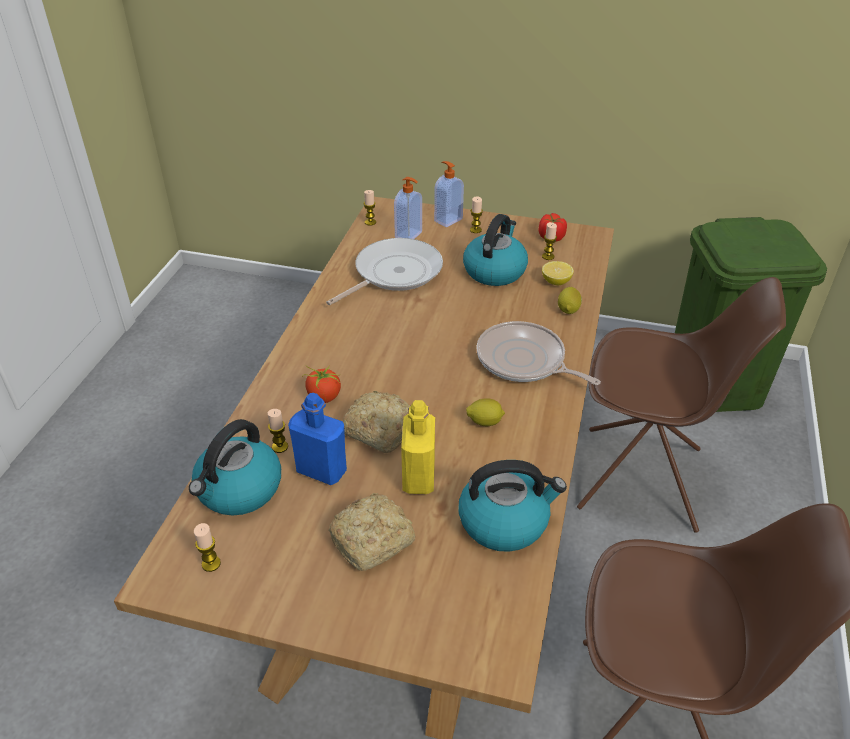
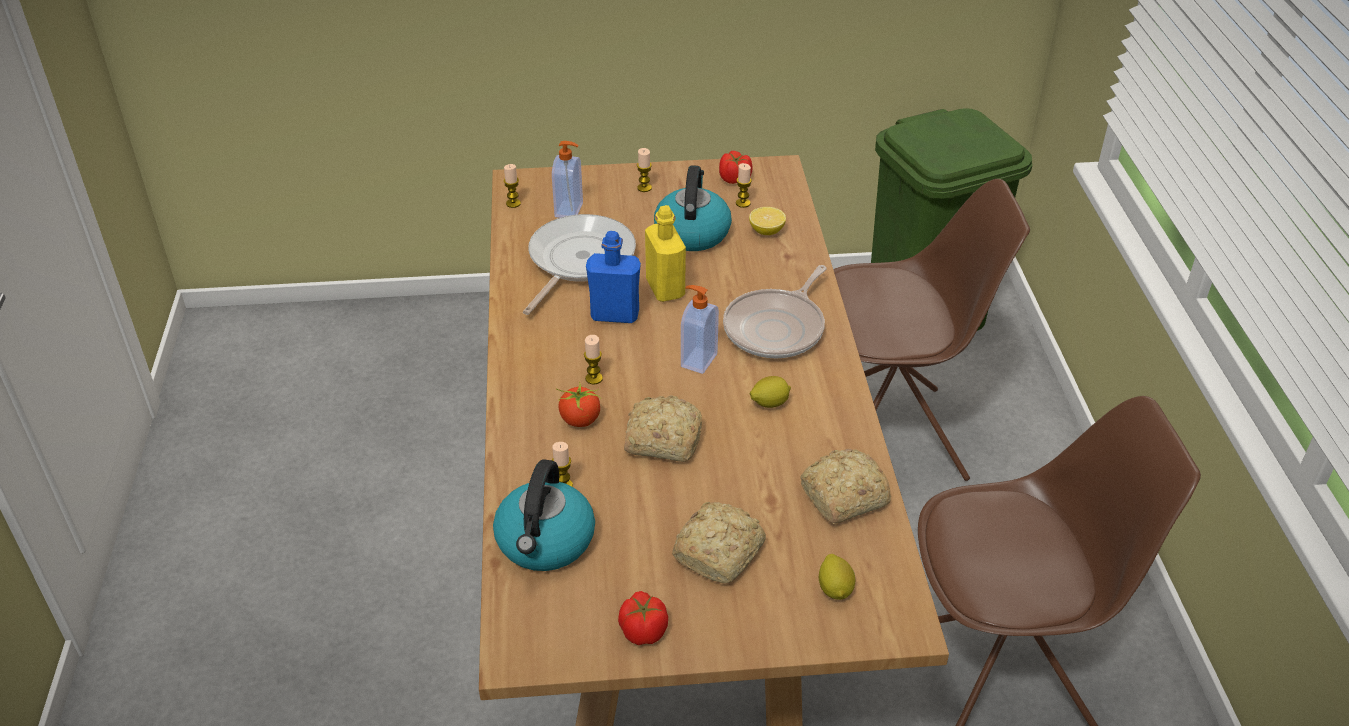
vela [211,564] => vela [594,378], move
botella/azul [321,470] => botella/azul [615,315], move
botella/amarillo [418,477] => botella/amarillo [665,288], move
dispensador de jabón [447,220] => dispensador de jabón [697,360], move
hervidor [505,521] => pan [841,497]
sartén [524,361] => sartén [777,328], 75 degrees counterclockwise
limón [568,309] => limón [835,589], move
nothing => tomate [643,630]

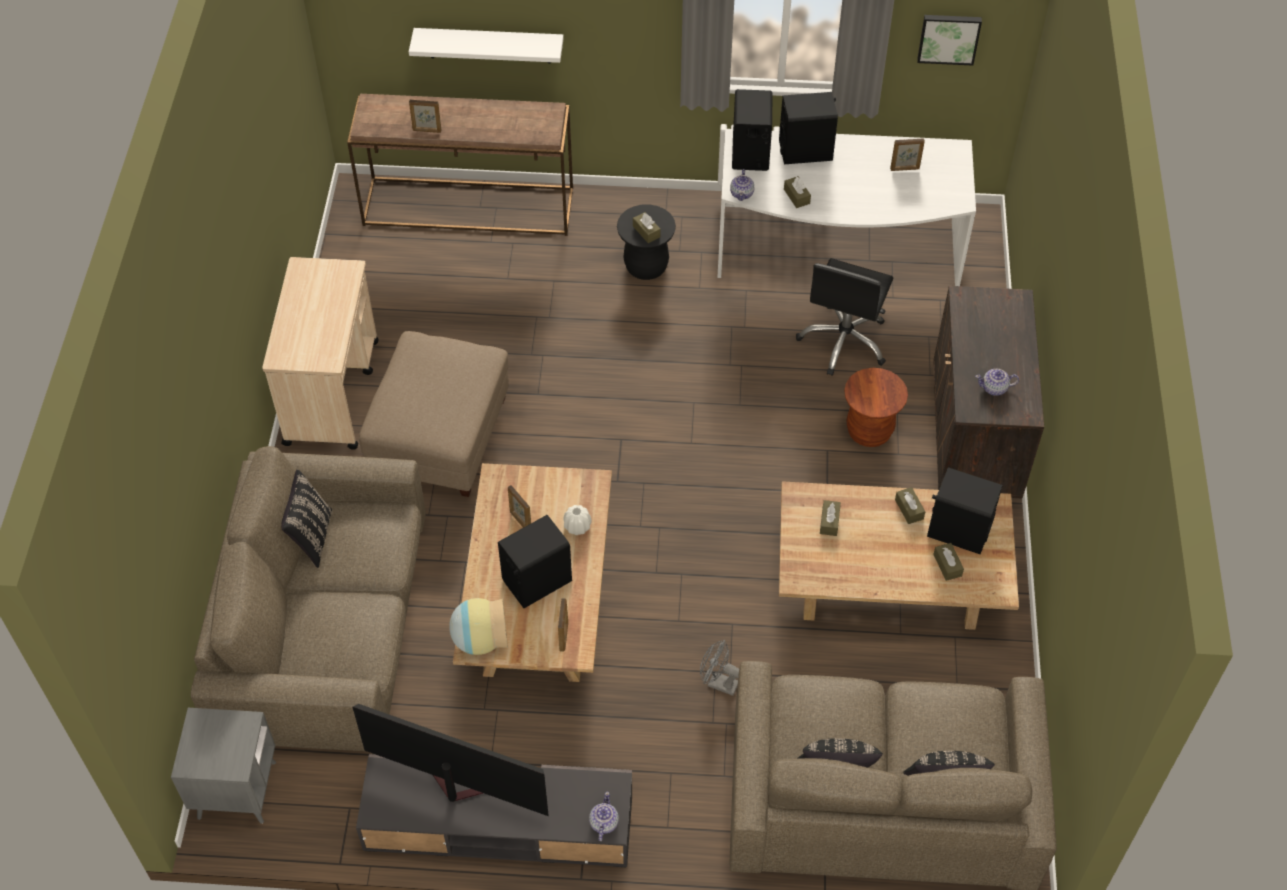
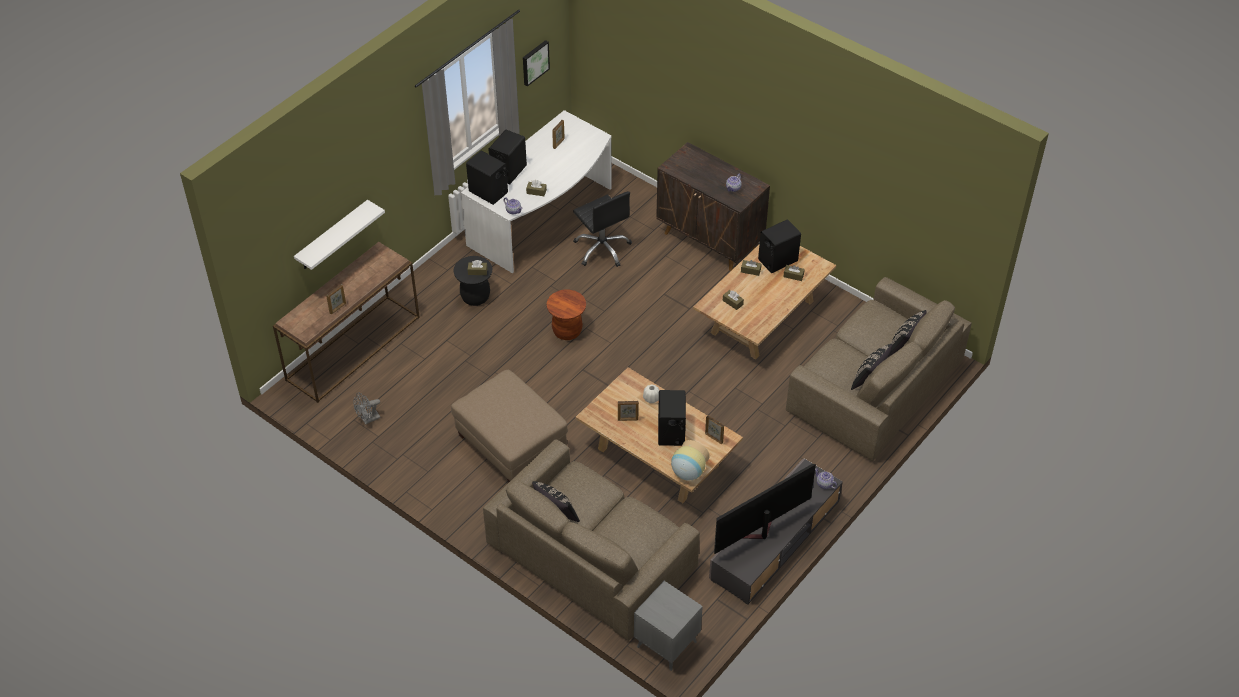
carrito/beis [332,391] => nothing
ventilador/gris [718,683] => ventilador/gris [368,419], move
taburete/marrón [869,431] => taburete/marrón [567,331], move

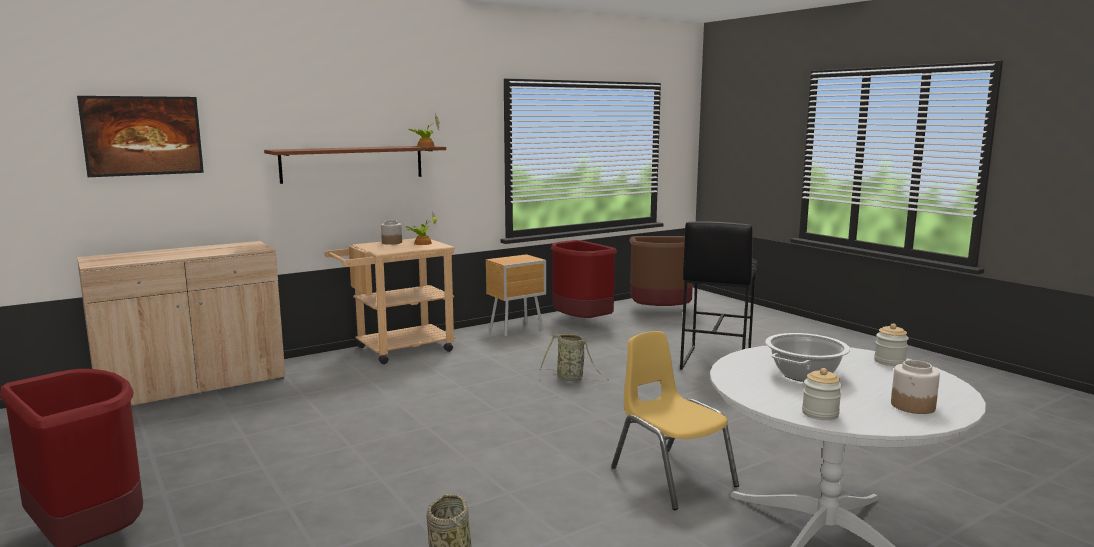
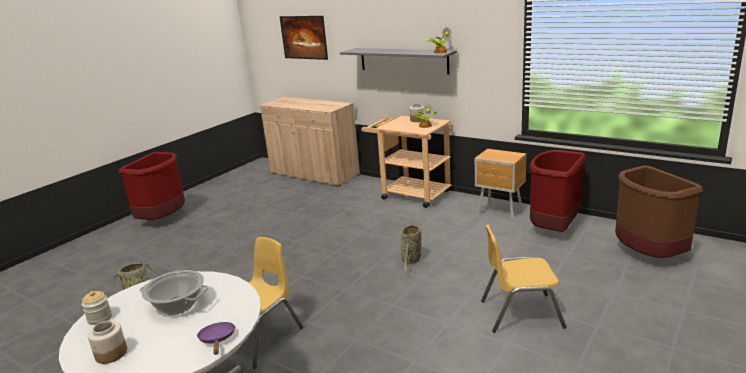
estante/marrón [353,163] => estante/gris [403,60]
taburete/negro [715,361] => silla/amarillo [520,313]
tarro [889,362] => sartén/morado [217,340]

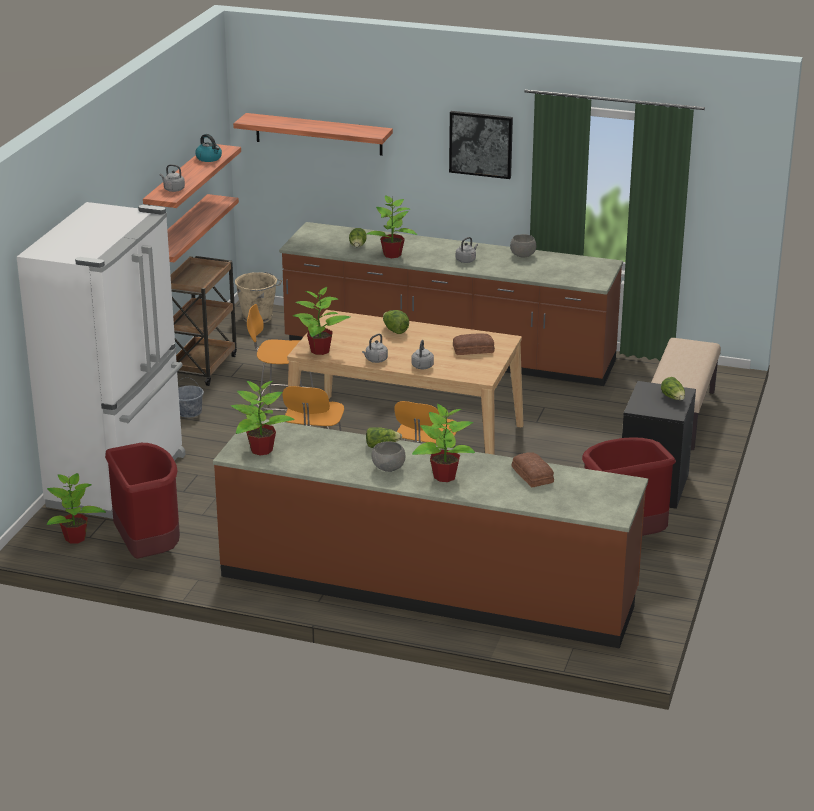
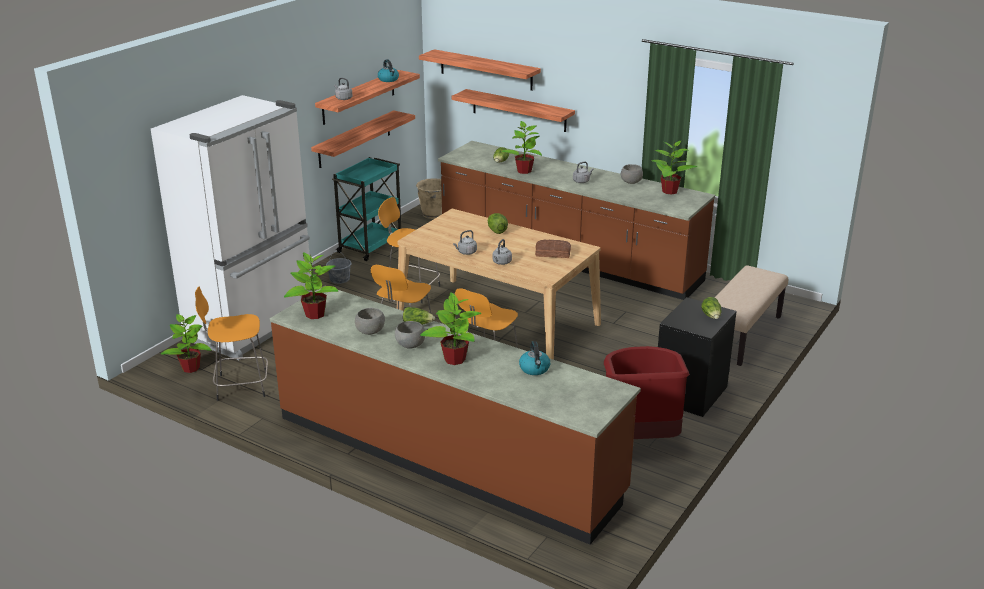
papelera/rojo [148,549] => taburete/naranja [239,386]
carrito/marrón [202,366] => carrito/turquesa [370,245]
planta en maceta [319,350] => planta en maceta [669,191], move
cuadro [481,144] => nothing
pan [533,474] => hervidor [534,369]
nothing => cuenco/gris [370,331]
nothing => estante [519,110]

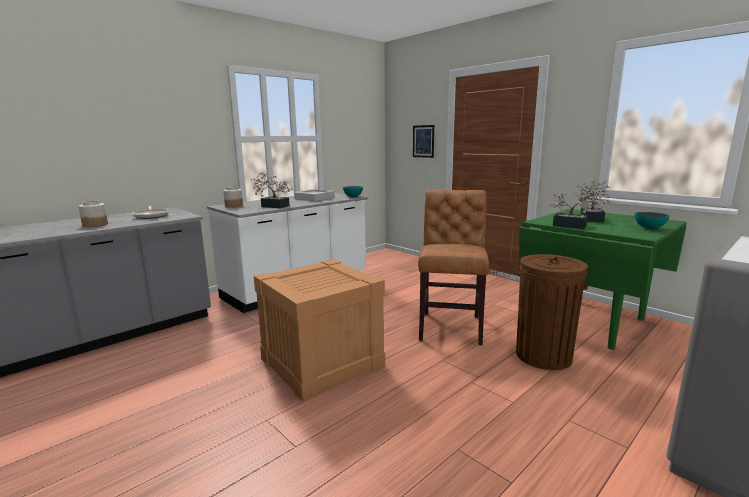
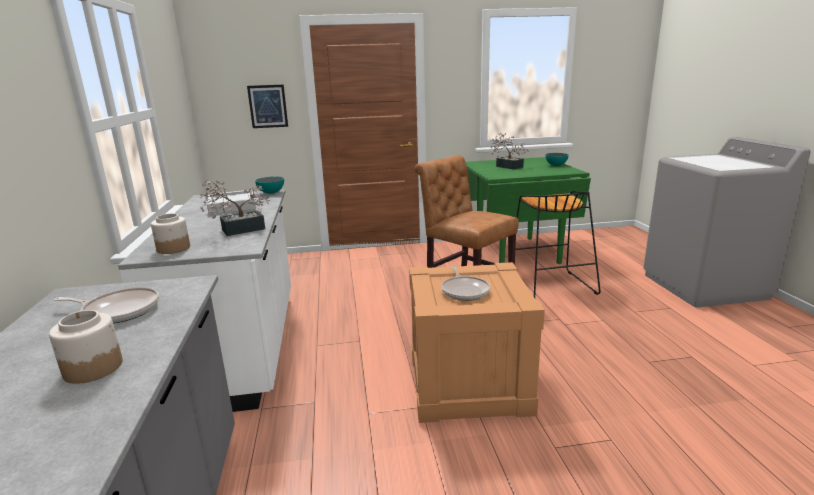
papelera/marrón [543,356] => taburete/negro [549,285]
planta en maceta [573,226] => nothing
nothing => sartén [464,291]

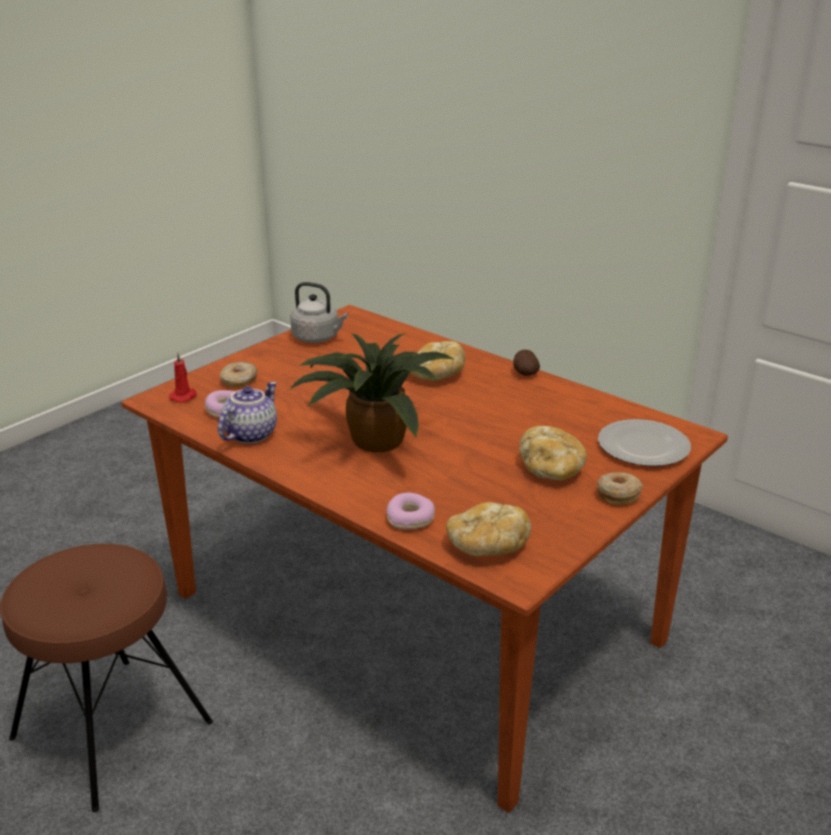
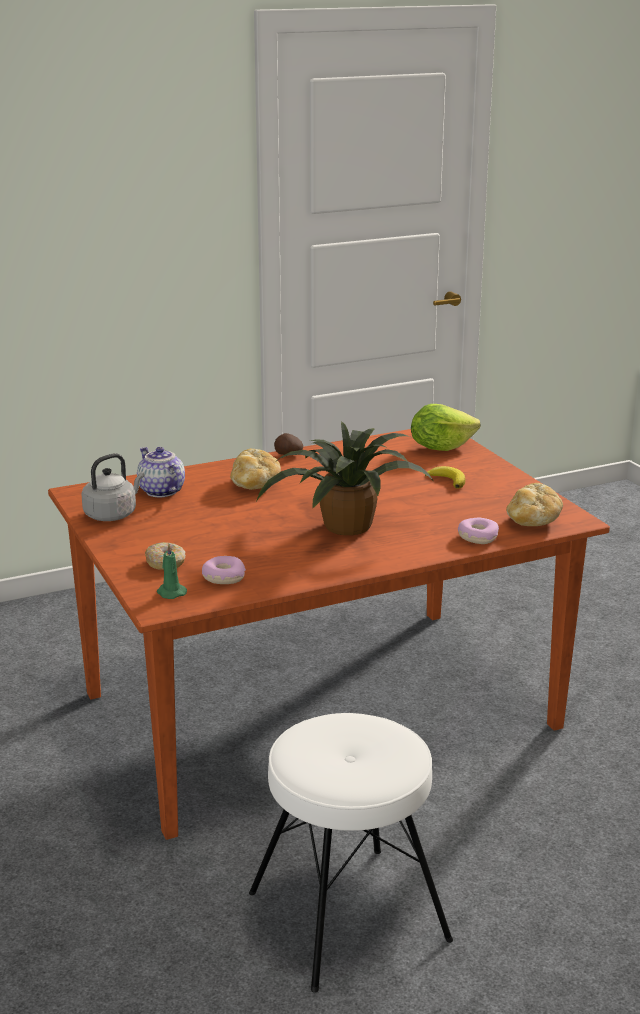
taburete/marrón [112,730] => taburete/blanco [348,916]
vela/rojo [184,396] => vela/verde [170,592]
tetera [250,434] => tetera [160,491], move
pan [551,469] => plátano [448,480]
rosquilla [618,494] => nothing
plato [643,446] => lechuga [440,447]

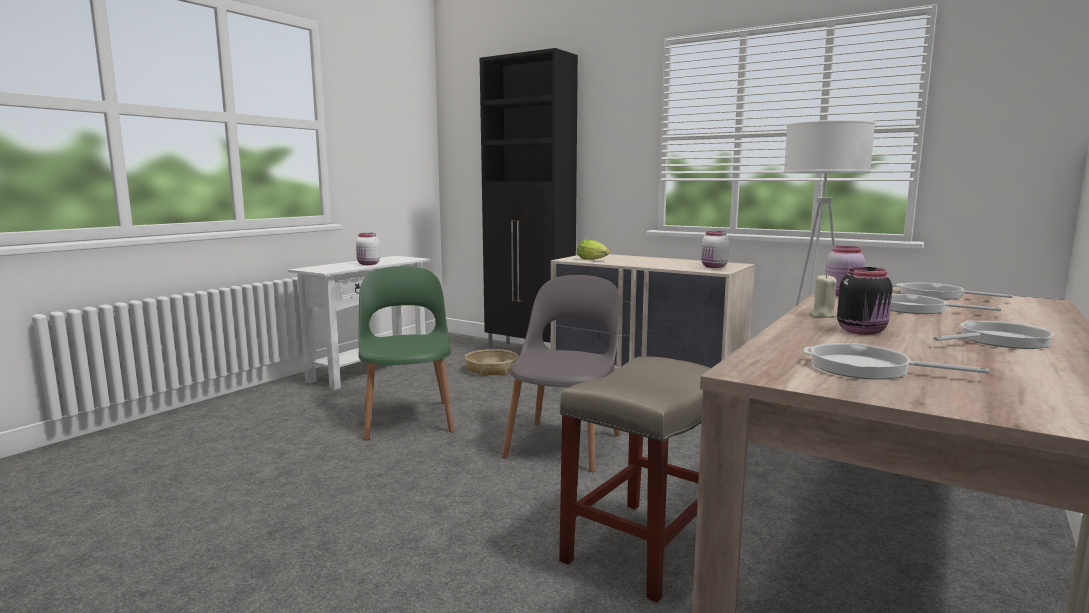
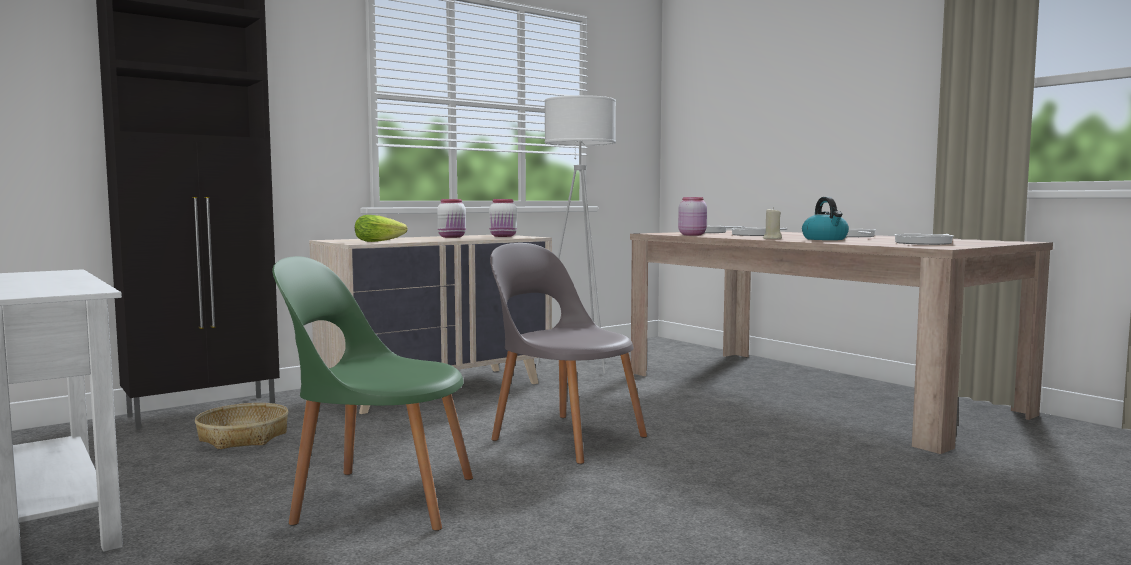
tarro/blanco [368,264] => tarro/blanco [452,237], move
taburete/beis [643,545] => nothing
tarro/negro [863,331] => hervidor [825,239]

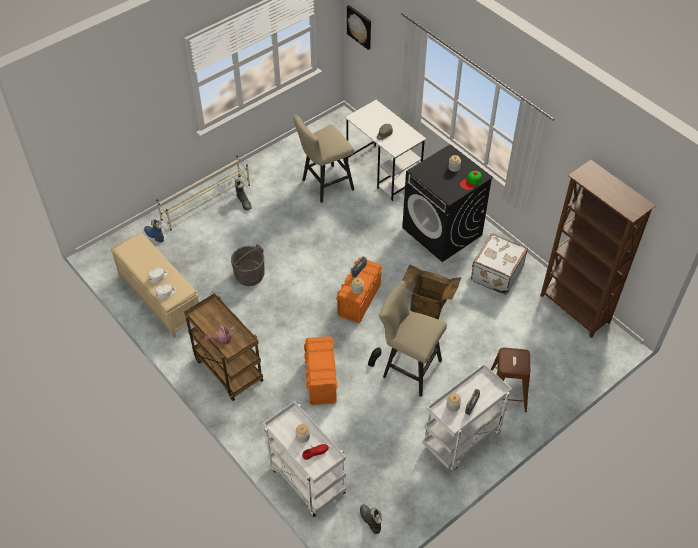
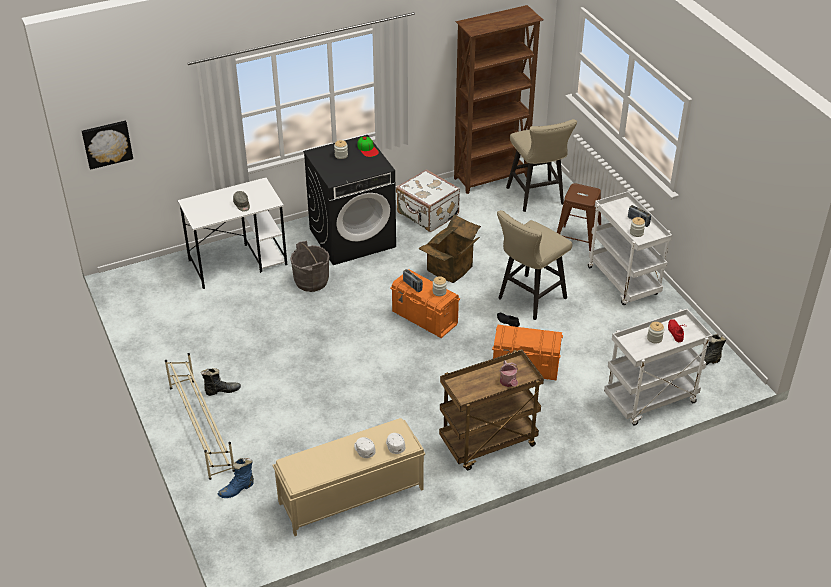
cubo/gris [249,275] => cubo/gris [311,281], move
taburete/beis [324,185] => taburete/beis [537,198], move

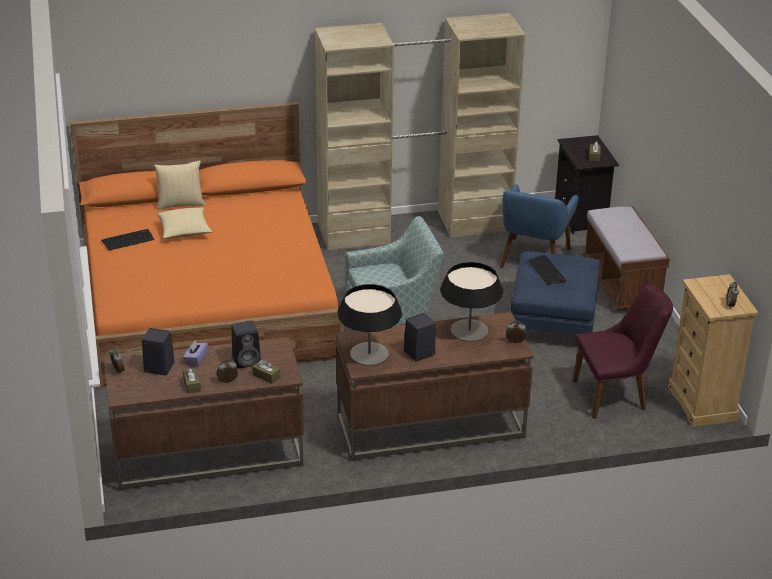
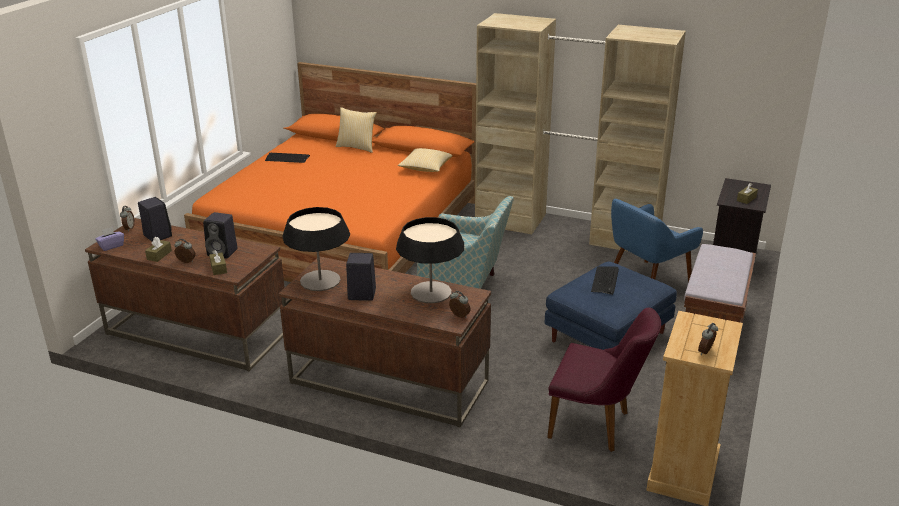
cojín [184,231] => cojín [425,168], move
caja de pañuelos/morado [196,360] => caja de pañuelos/morado [111,246], move

